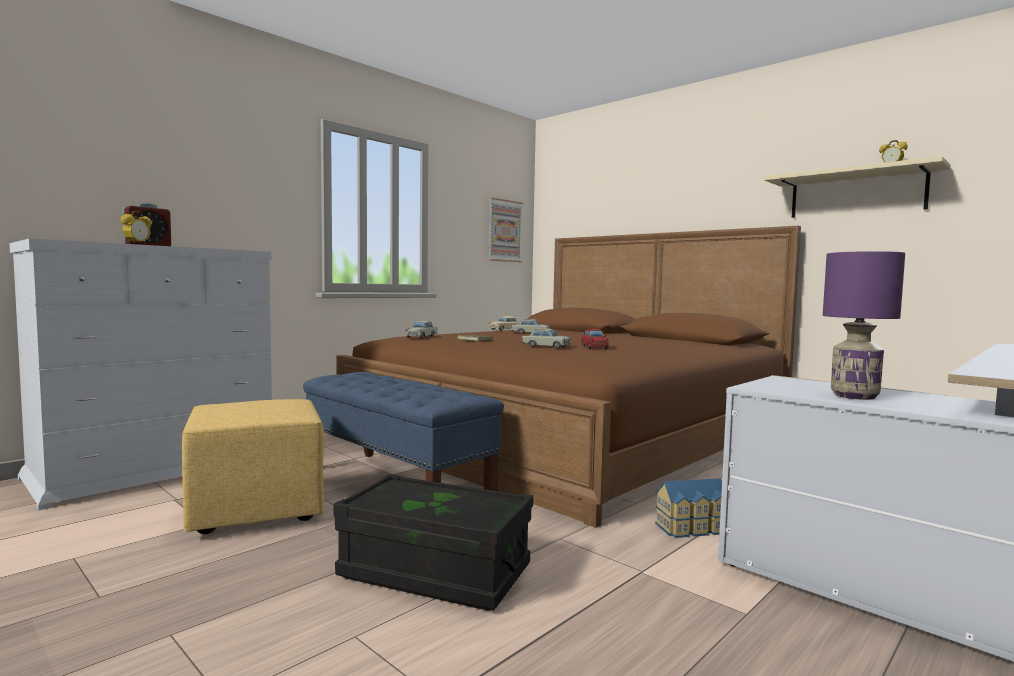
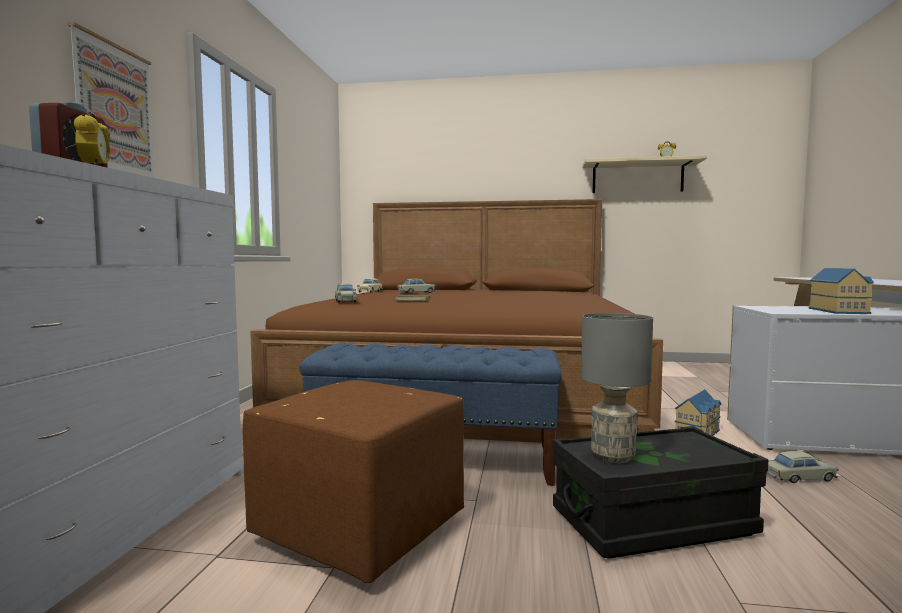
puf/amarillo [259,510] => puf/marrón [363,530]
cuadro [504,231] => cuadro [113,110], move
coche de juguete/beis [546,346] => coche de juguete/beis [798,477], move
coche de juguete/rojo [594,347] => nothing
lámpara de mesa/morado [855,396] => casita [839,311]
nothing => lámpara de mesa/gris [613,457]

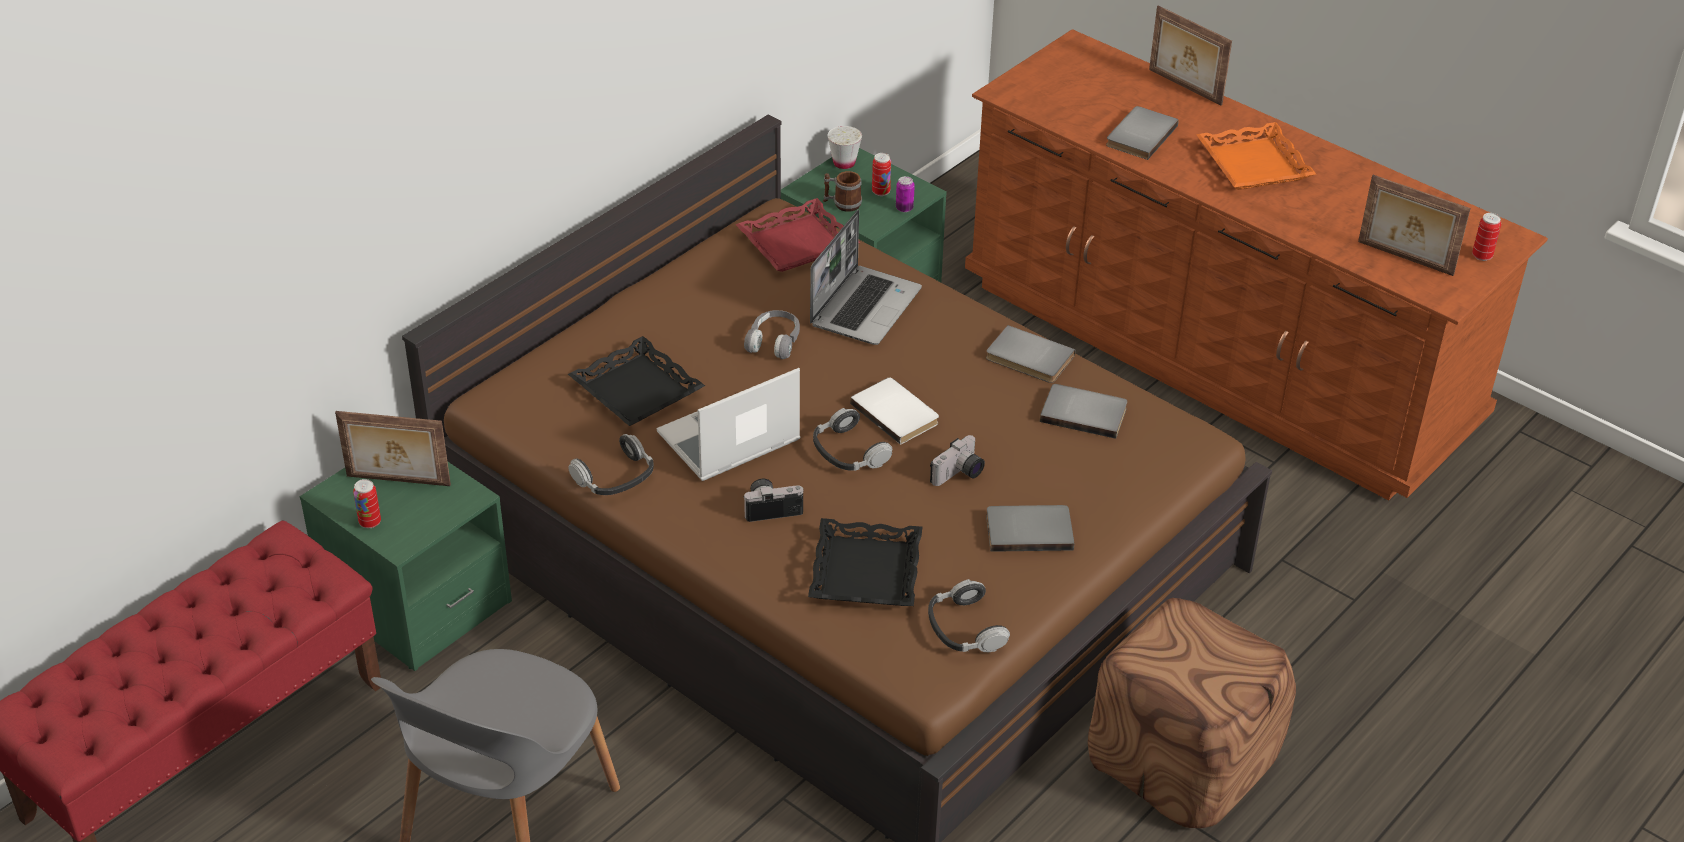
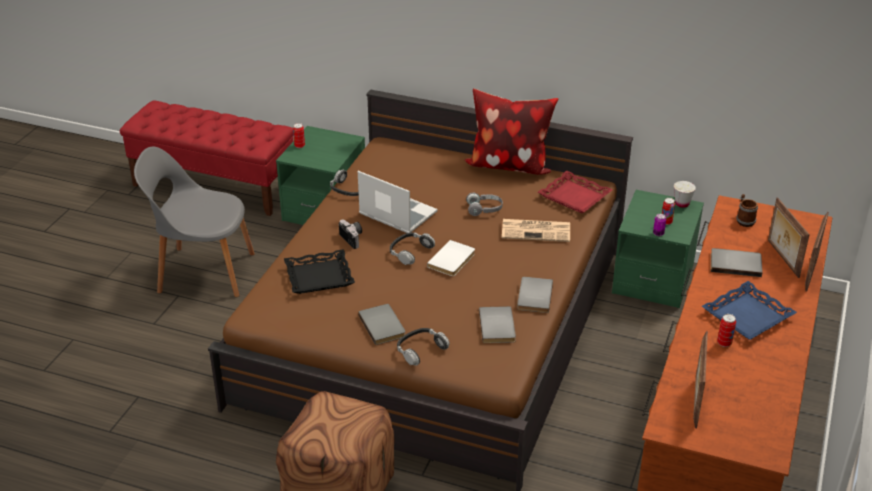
portarretratos [398,482] => portarretratos [782,258], move
bandeja/negro [637,390] => nothing
portátil [865,306] => periódico [537,231]
taza grande [842,204] => taza grande [744,220], move
auriculares [964,628] => auriculares [420,350], move
cámara [959,475] => nothing
bandeja/naranja [1252,164] => bandeja/azul [747,316]
lata [1482,256] => lata [724,343], move
nothing => cojín [508,165]

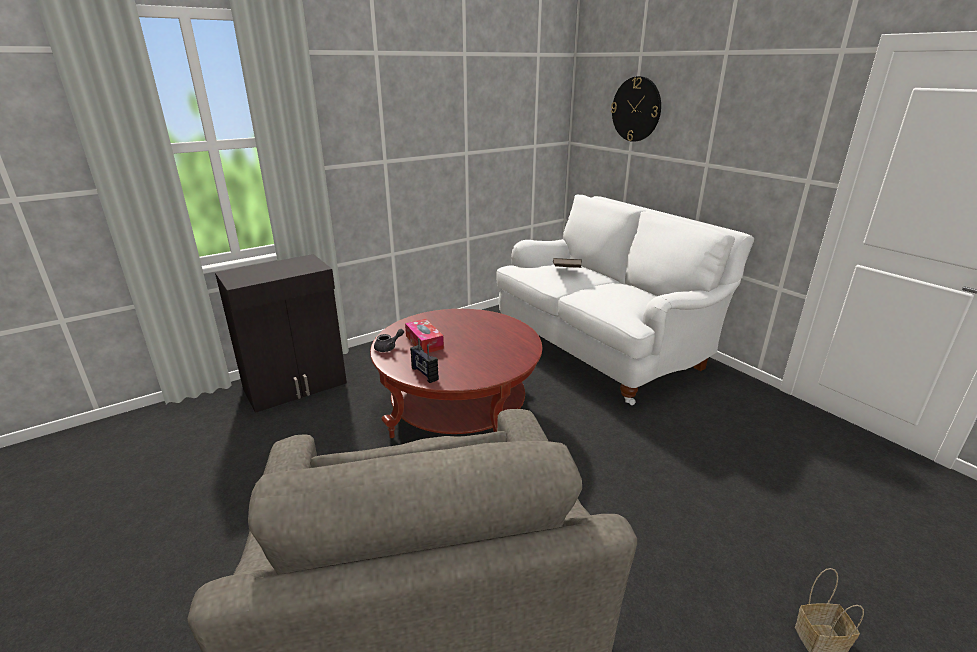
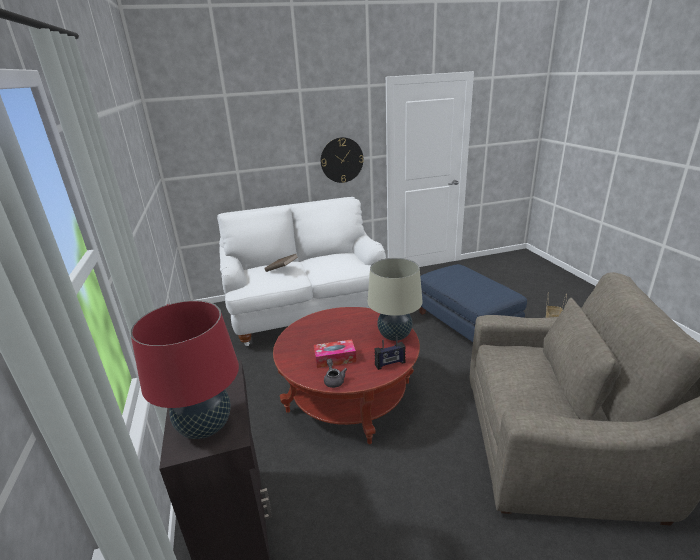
reloj de pared [636,109] => reloj de pared [341,160], move
nothing => lámpara de mesa/rojo [205,427]
nothing => lámpara de mesa/beis [394,336]
nothing => puf/azul [466,324]

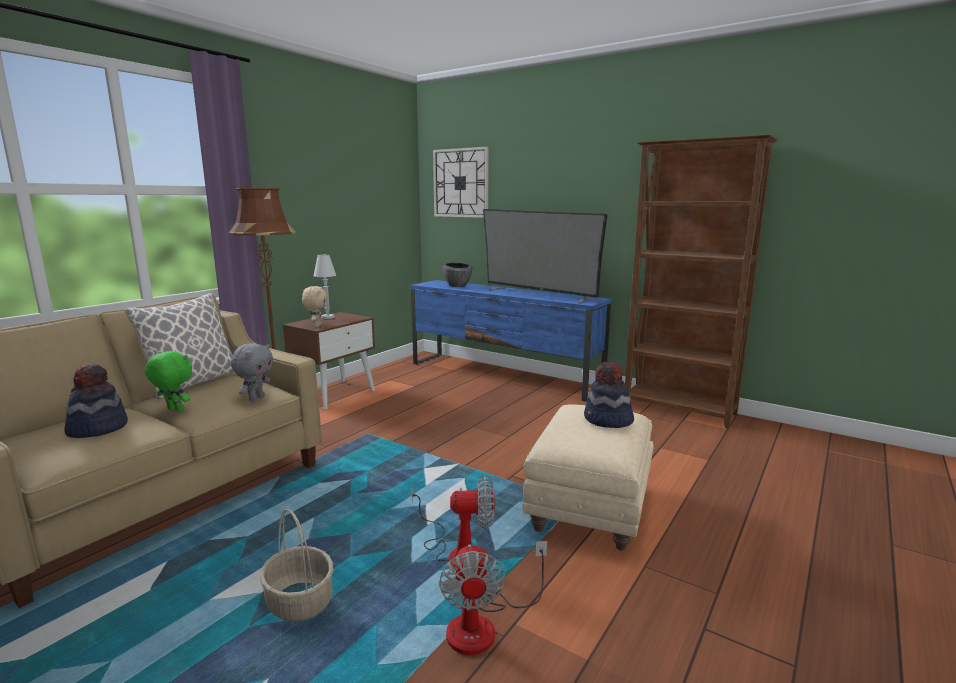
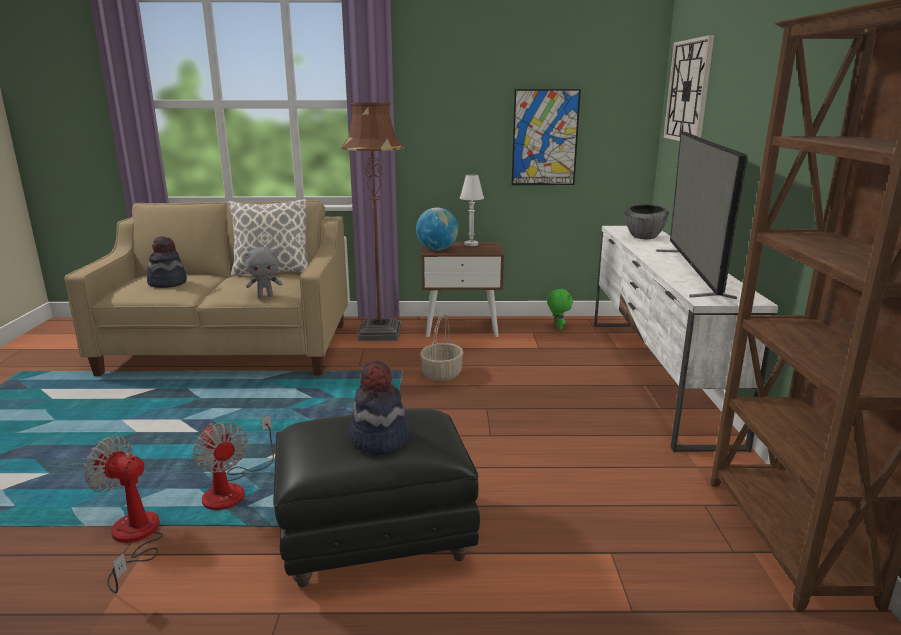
peluche/verde [174,410] => peluche/verde [557,327], move
cesta [299,602] => cesta [441,374], move
peluche/beis [316,326] => globo terráqueo [437,249]
mueble de televisión/azul [503,375] => mueble de televisión/blanco [655,375]
ventilador [484,625] => ventilador [134,539], 60 degrees clockwise
puf/beis [590,509] => puf/negro [375,539]
nothing => cuadro [545,138]

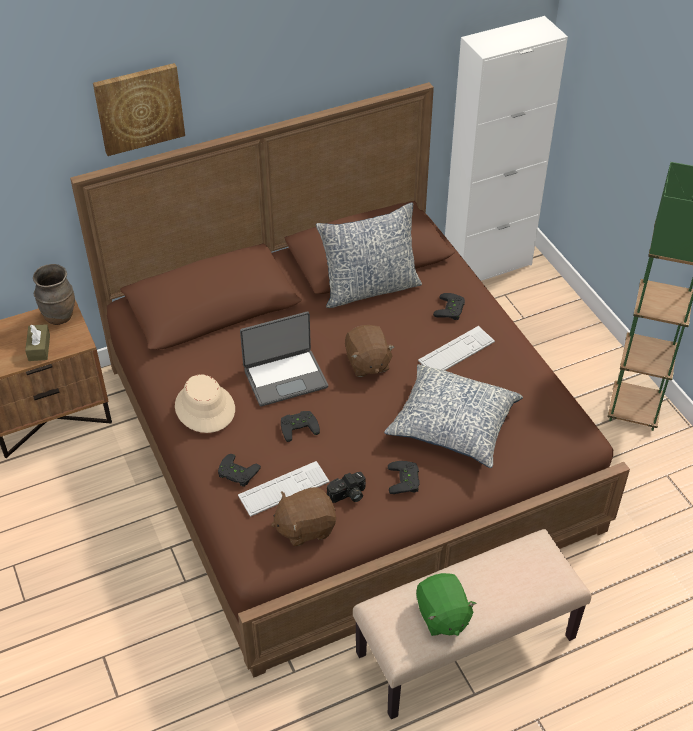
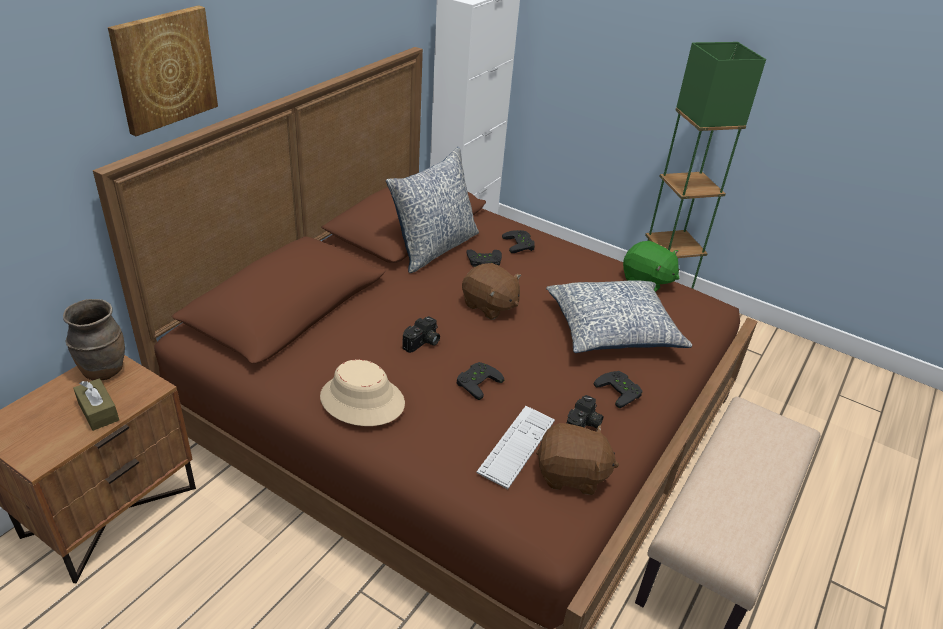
mando de consola/negro [236,474] => mando de consola/negro [484,261], move
portátil [285,377] => cámara [423,343]
peluche/marrón [305,527] => peluche/marrón [571,475], 120 degrees counterclockwise
peluche/verde [442,616] => peluche/verde [647,280], move
teclado [456,351] => nothing

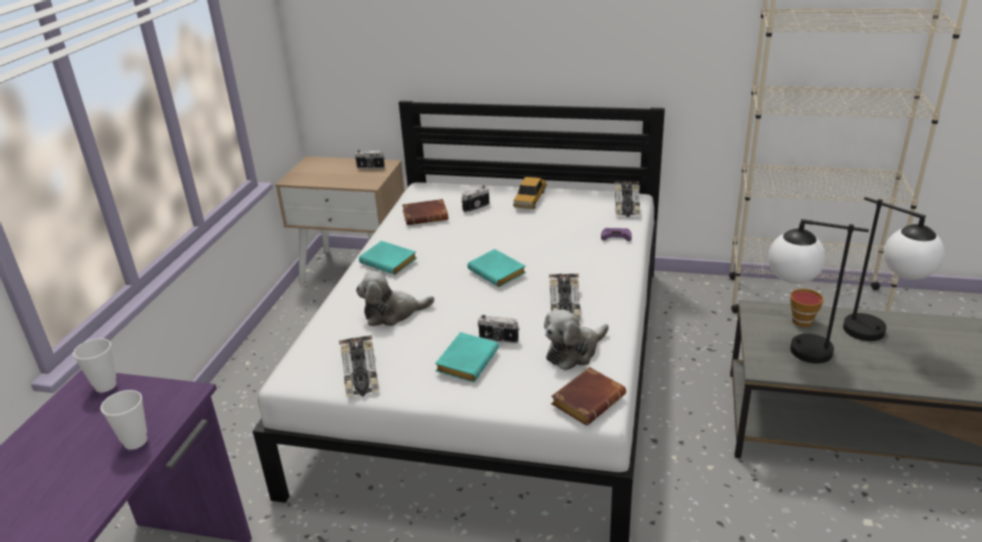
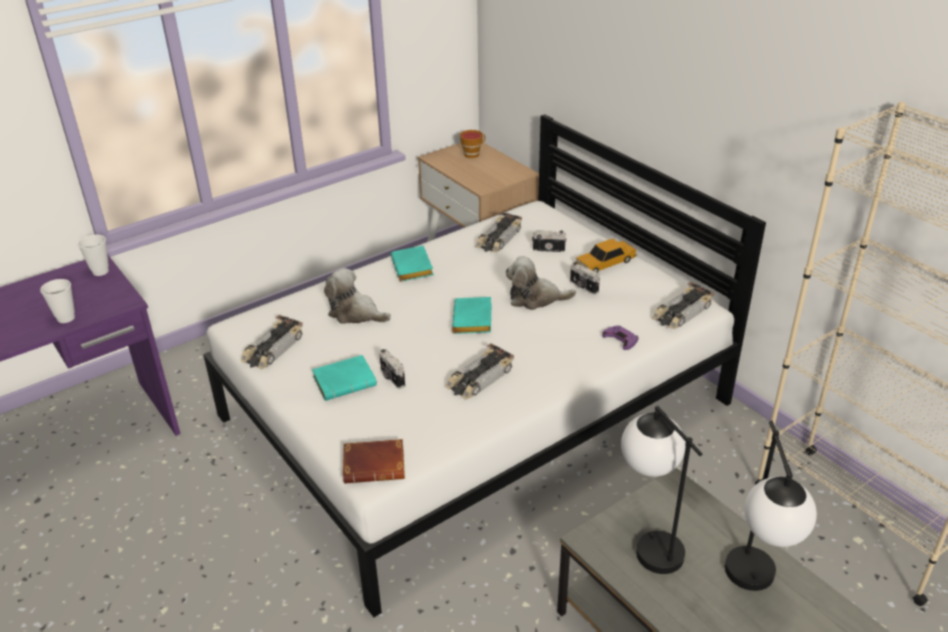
cámara [370,167] => cámara [583,287], move
libro/marrón [426,216] => coche de juguete [498,239]
peluche [574,352] => peluche [535,298], move
taza [802,319] => taza [473,154], move

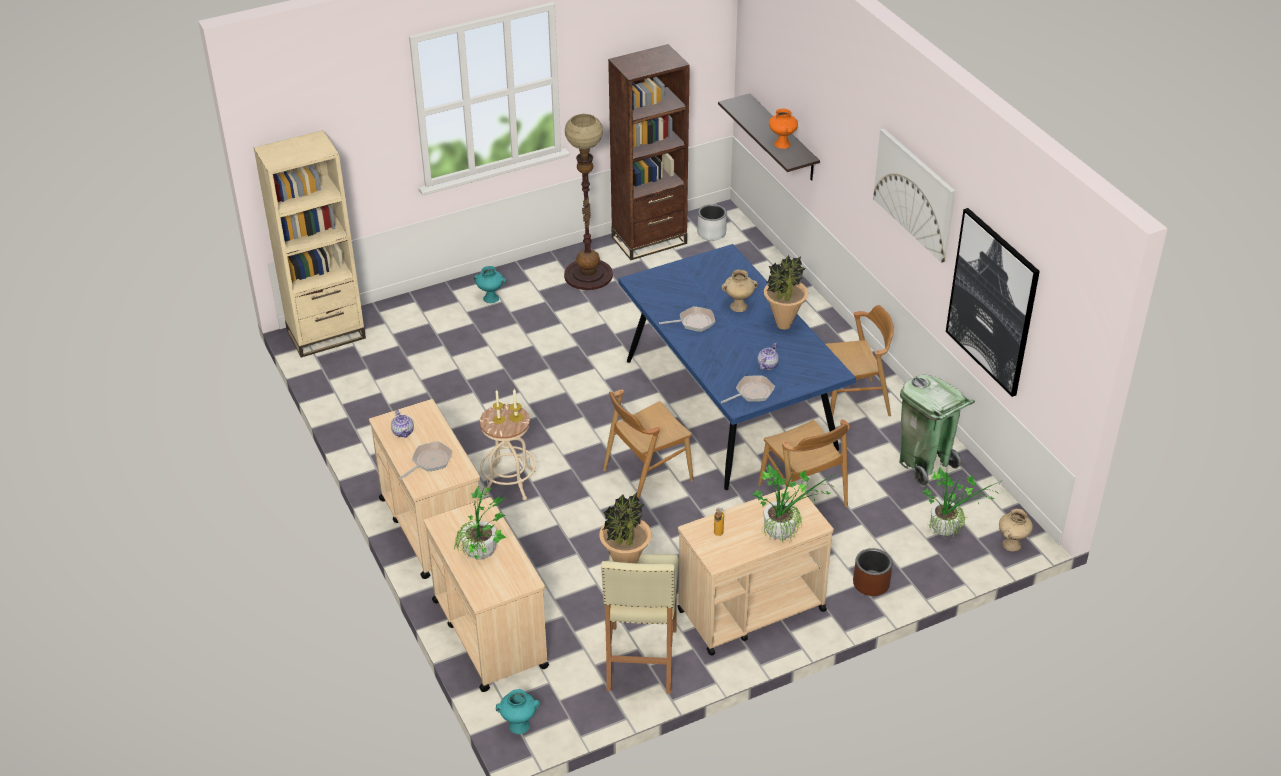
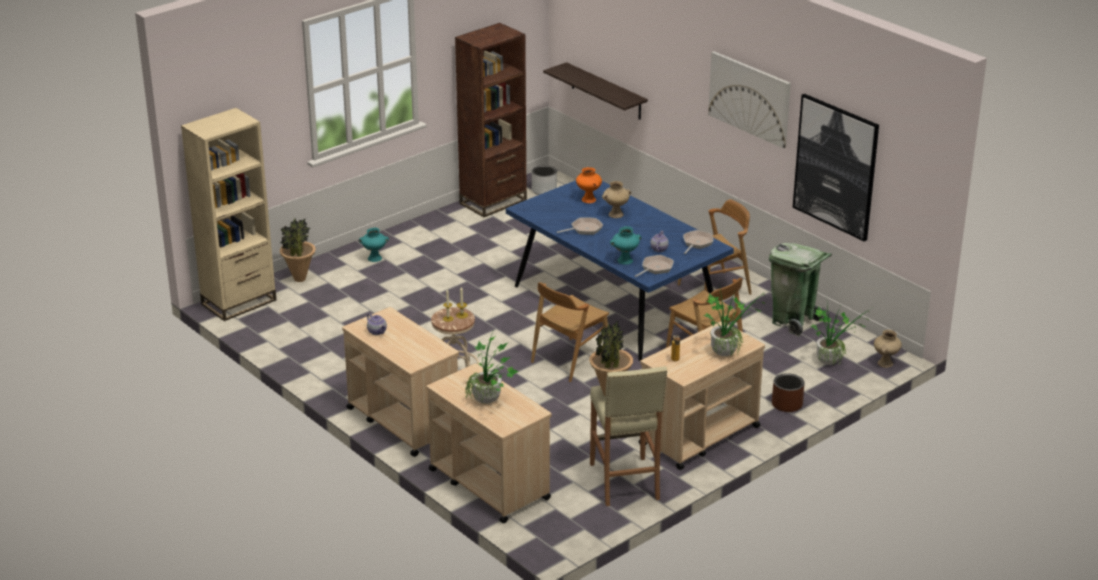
sartén [429,461] => sartén [696,243], move
florero/turquesa [519,726] => florero/turquesa [625,261], move
lámpara de pie [588,275] => nothing
planta en maceta [783,325] => planta en maceta [299,279], move
florero/naranja [781,144] => florero/naranja [588,200], move

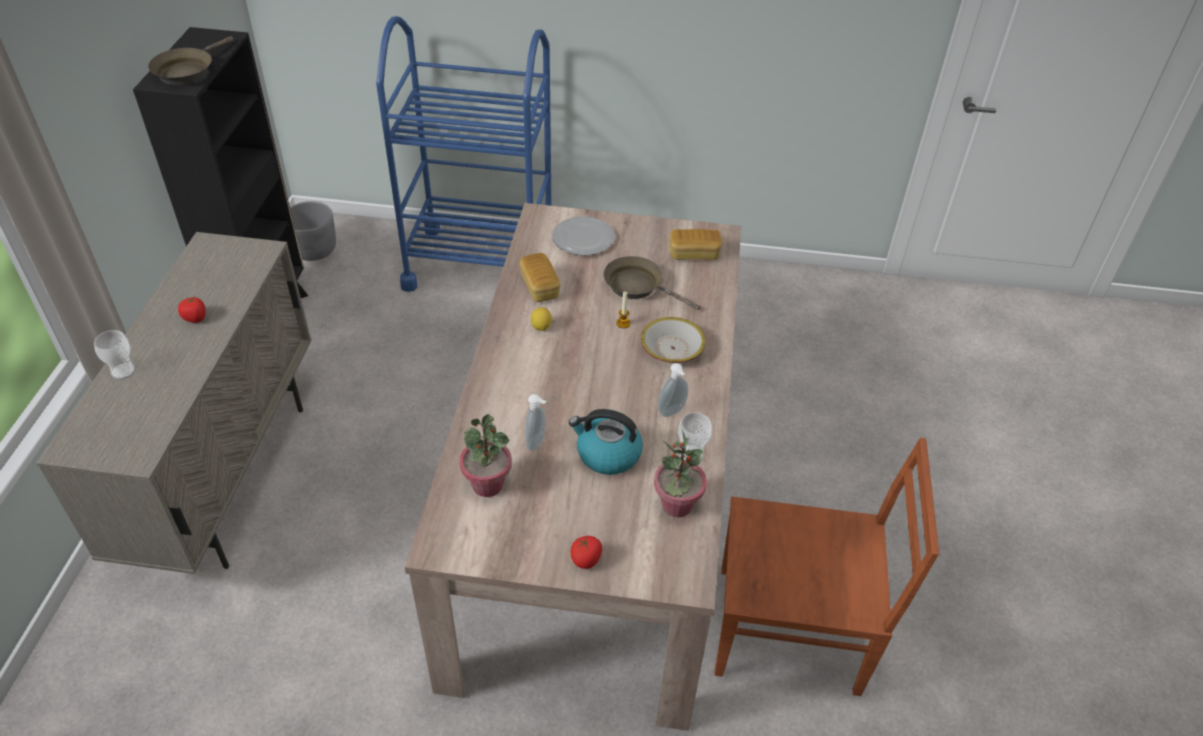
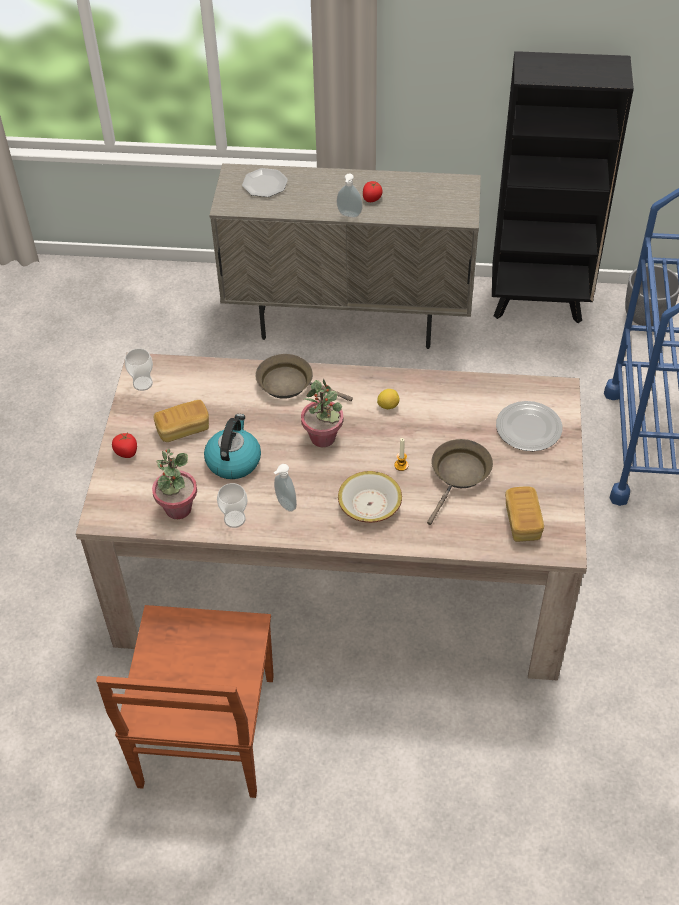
taza [123,371] => taza [142,383], move
sartén/marrón [187,71] => sartén/marrón [290,384], move
planta en maceta [487,484] => planta en maceta [323,437], move
pan [540,287] => pan [183,429], move
dispensador de jabón [537,443] => dispensador de jabón [349,215], move
nothing => plato [264,184]

